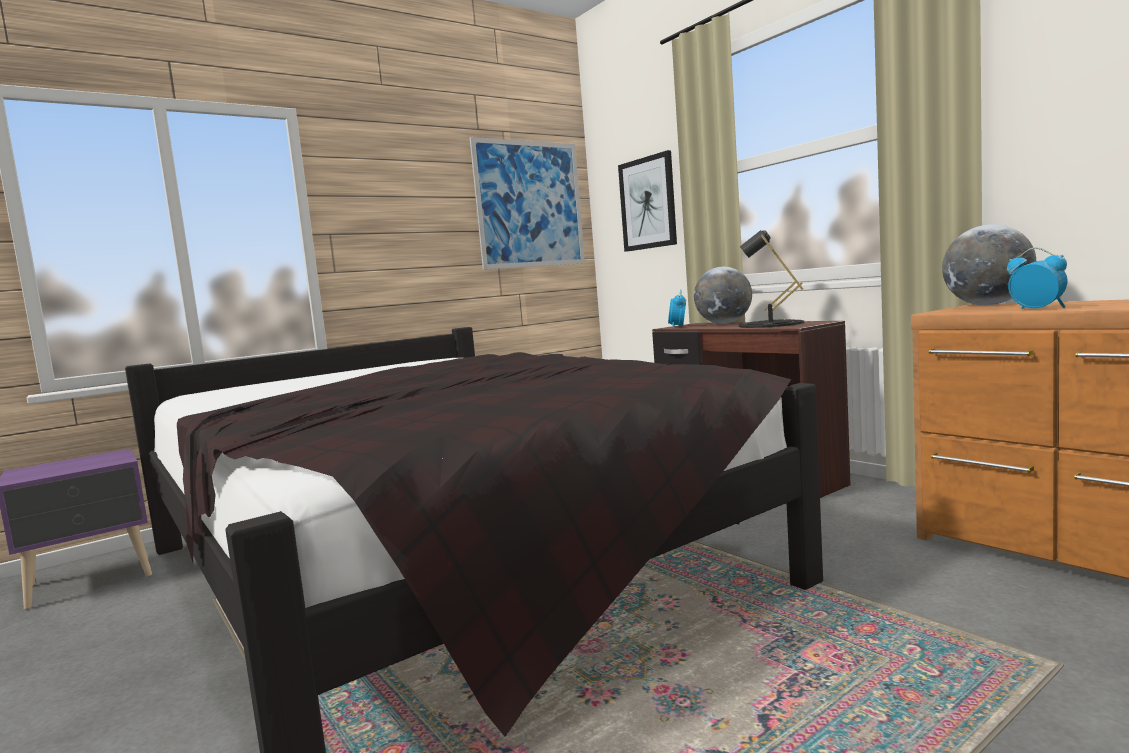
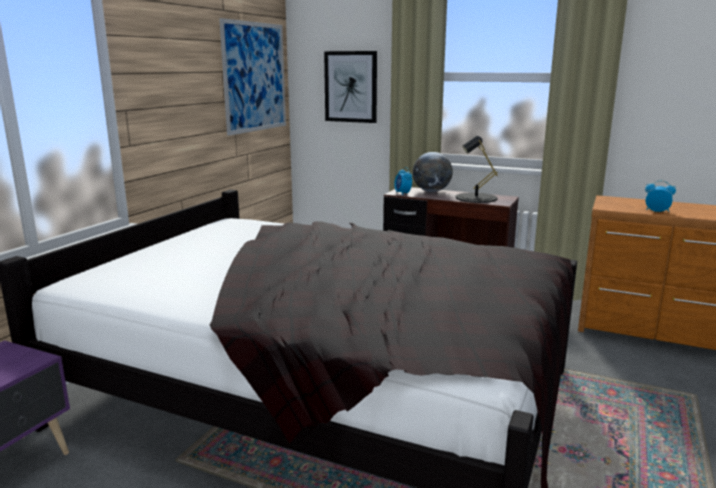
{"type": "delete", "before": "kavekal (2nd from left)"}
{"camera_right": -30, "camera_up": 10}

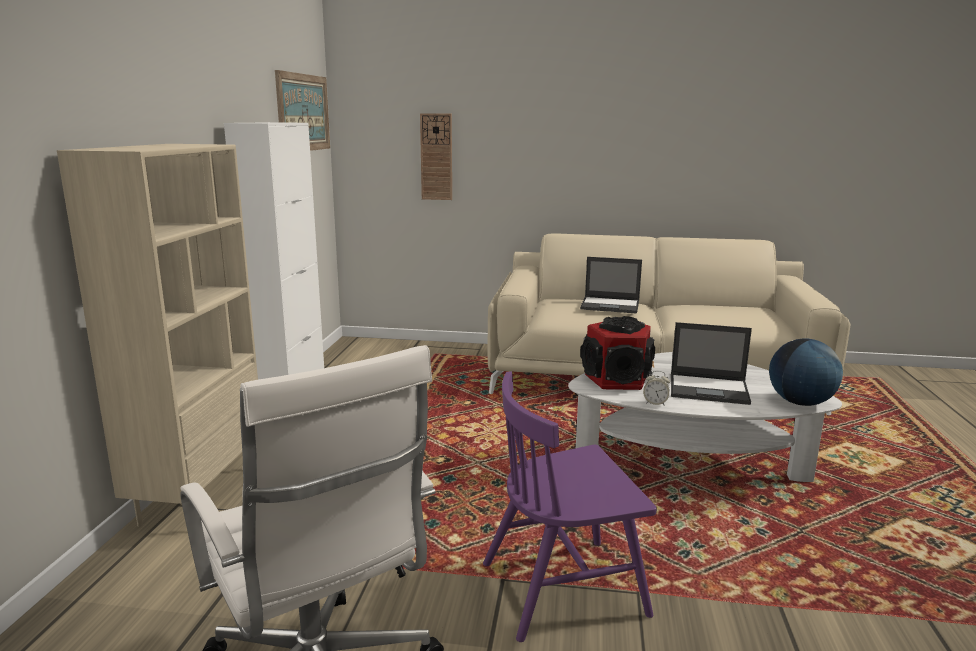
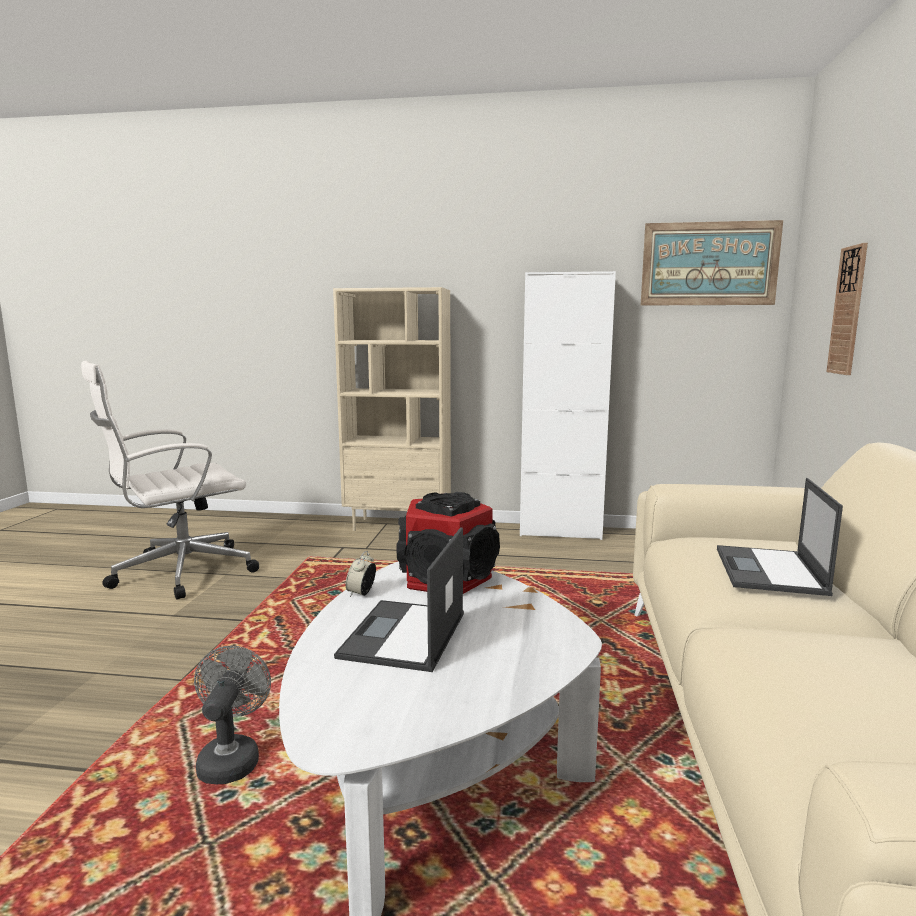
{"type": "insert", "after": "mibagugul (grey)"}
{"type": "delete", "before": "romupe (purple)"}
{"type": "delete", "before": "kavekal"}
{"camera_right": 90, "camera_up": -5}

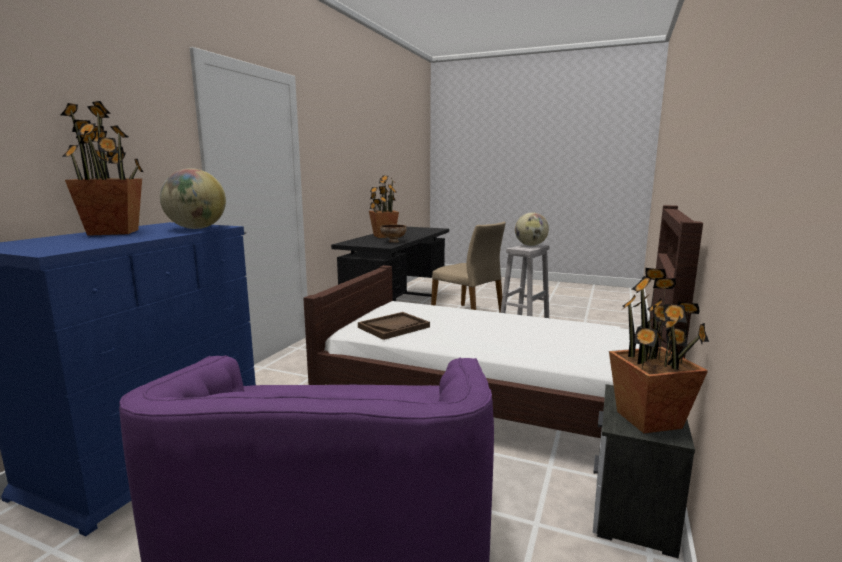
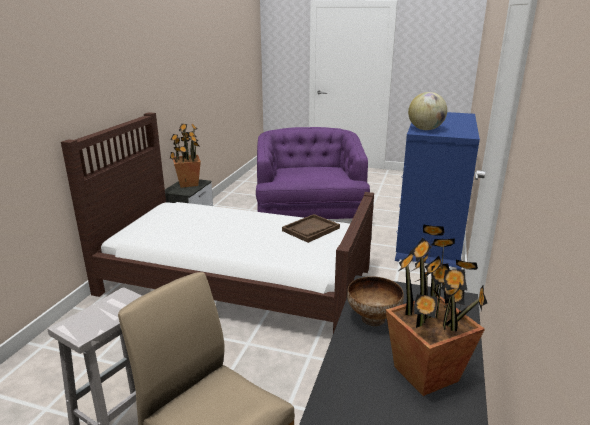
{"type": "delete", "before": "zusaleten (1st from left)"}
{"type": "delete", "before": "kavekal (2nd from left)"}
{"camera_right": 175, "camera_up": 10}

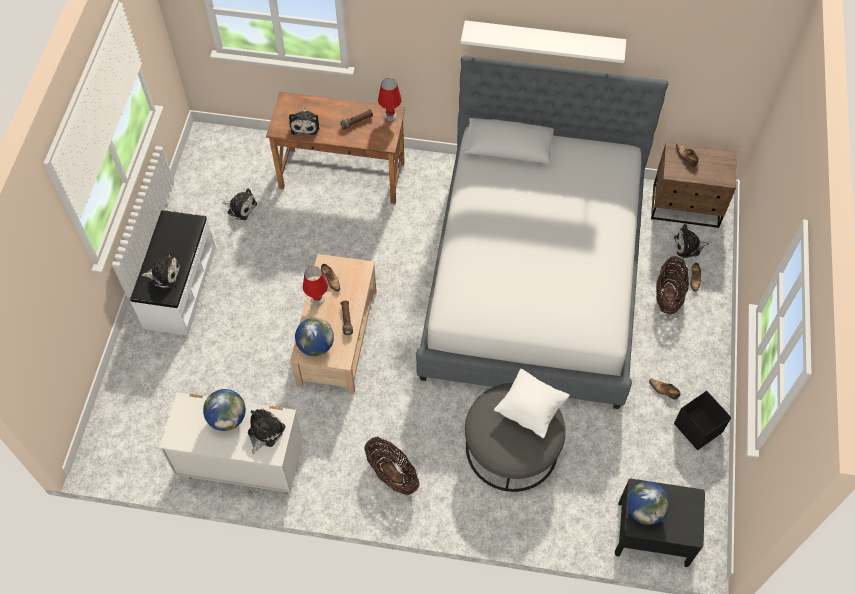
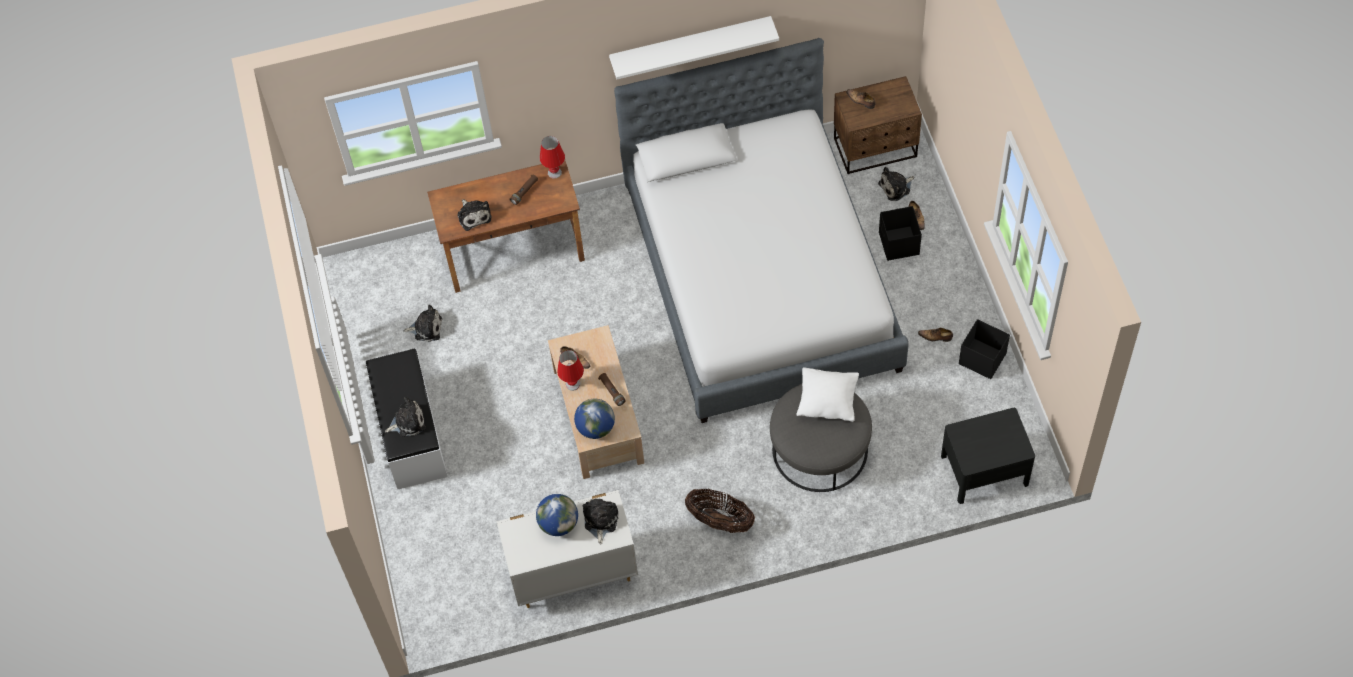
{"type": "replace", "before": "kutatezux (2nd from left)", "after": "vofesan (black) (1st from left)"}
{"type": "delete", "before": "kavekal (3rd from left)"}
{"camera_right": -20, "camera_up": 0}

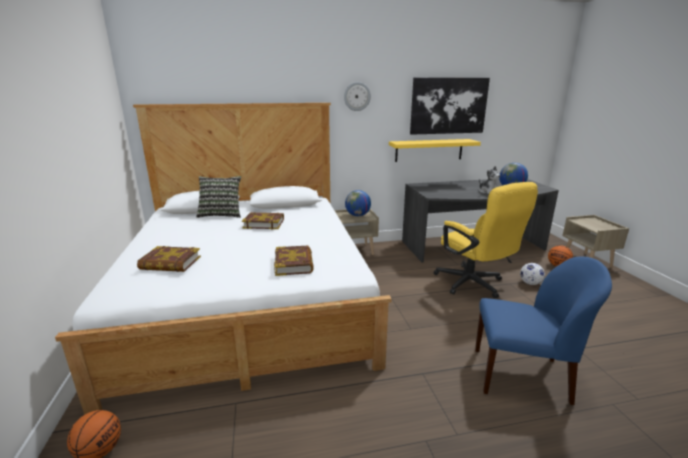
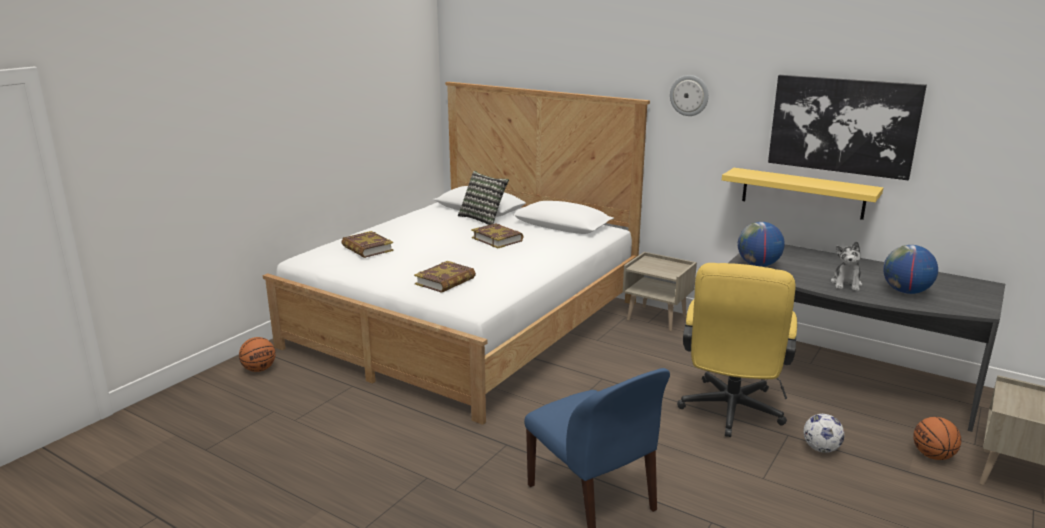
{"type": "move", "before": "kavekal (1st from left)"}
{"camera_right": 45, "camera_up": 0}

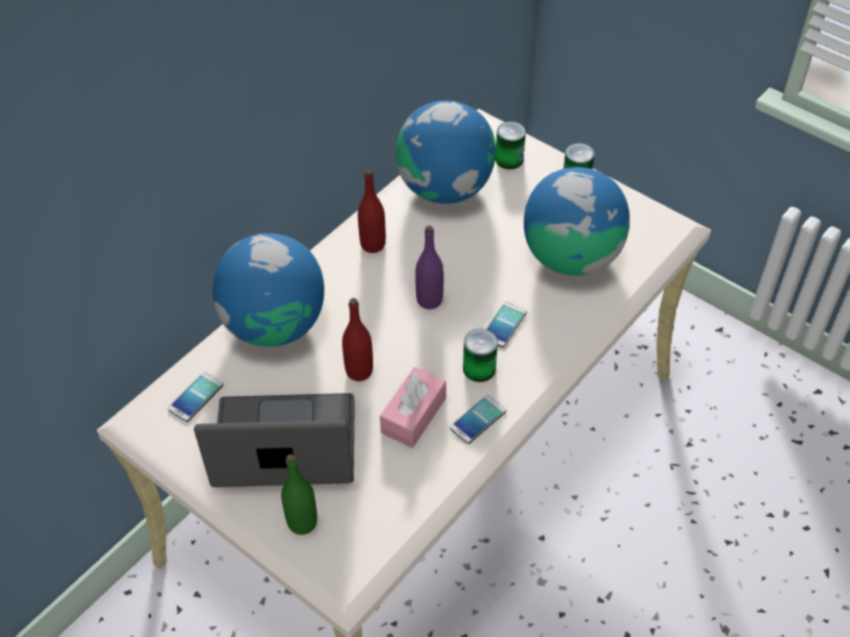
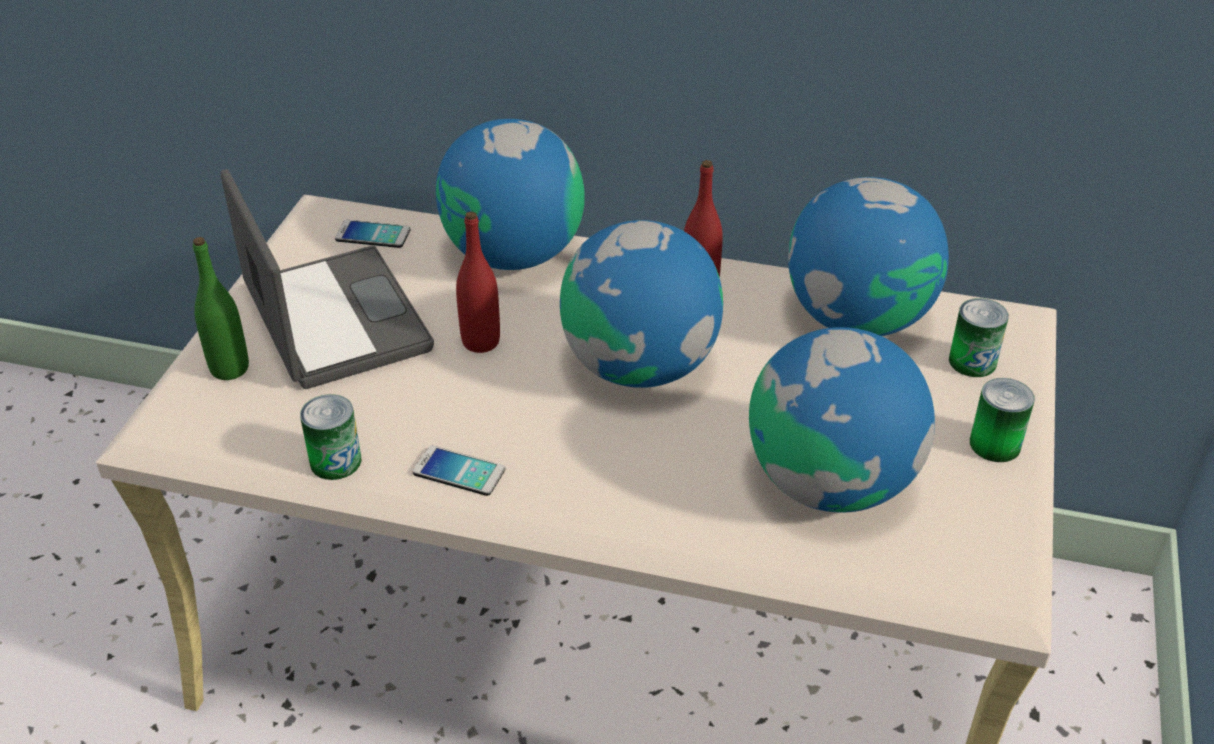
{"type": "move", "before": "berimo (1st from left)"}
{"type": "replace", "before": "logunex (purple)", "after": "kavekal (2nd from left)"}
{"type": "delete", "before": "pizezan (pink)"}
{"type": "delete", "before": "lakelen (3rd from left)"}
{"camera_right": 65, "camera_up": -10}

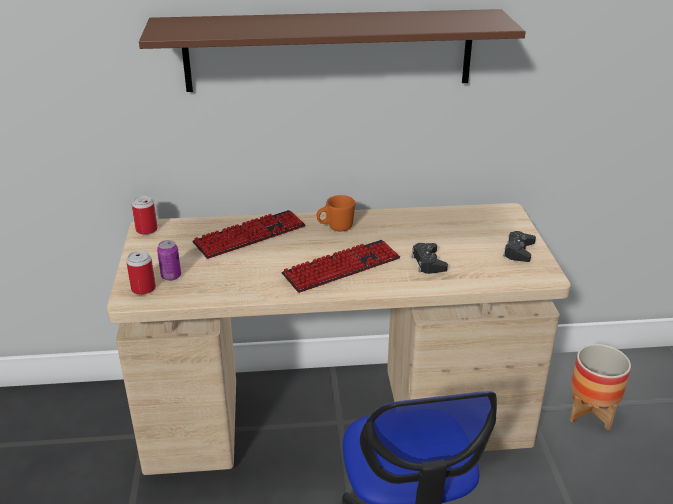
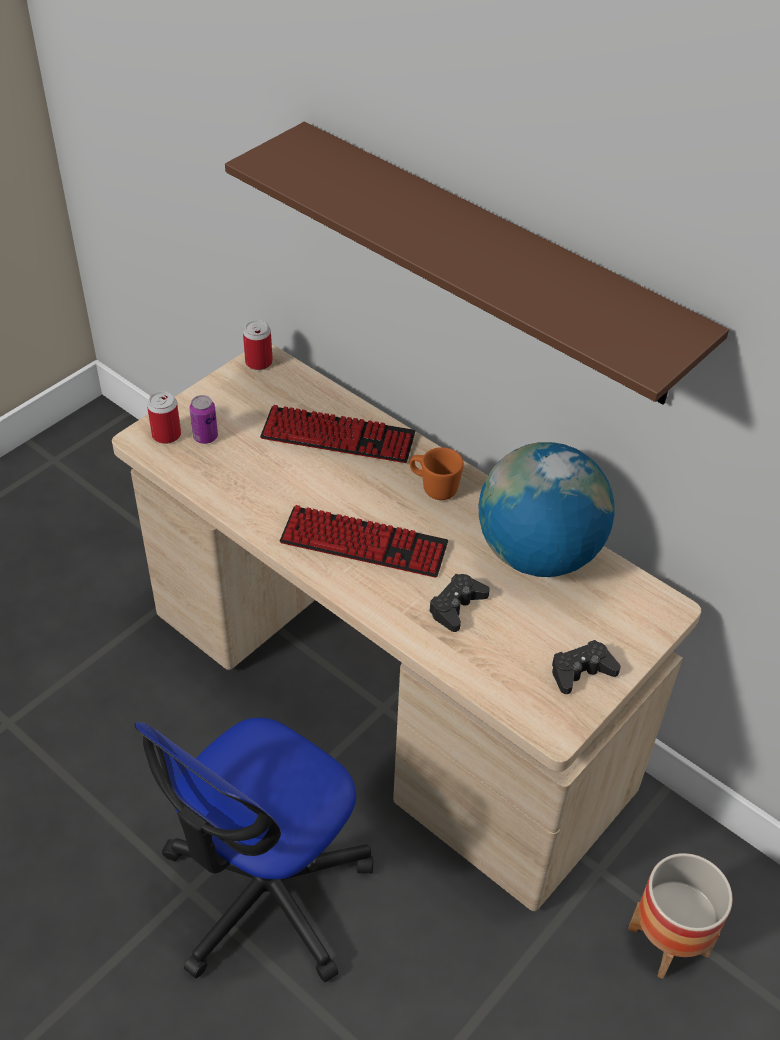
{"type": "insert", "after": "kavekal"}
{"camera_right": 45, "camera_up": 15}

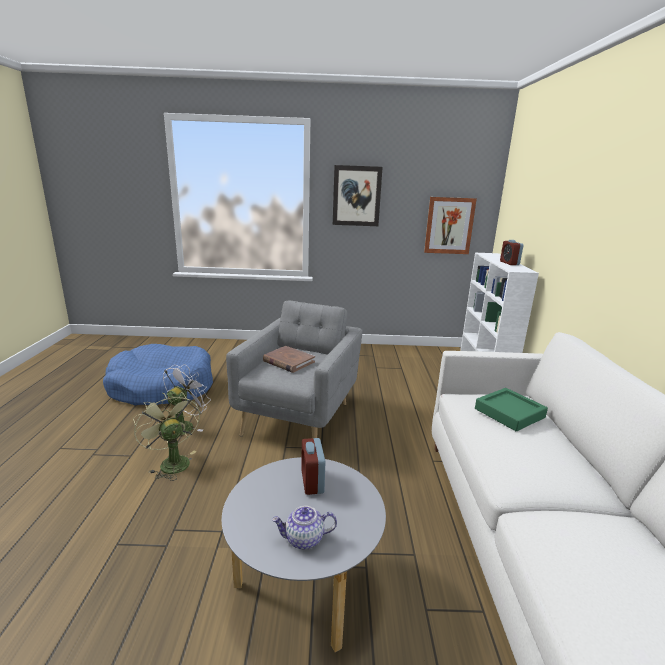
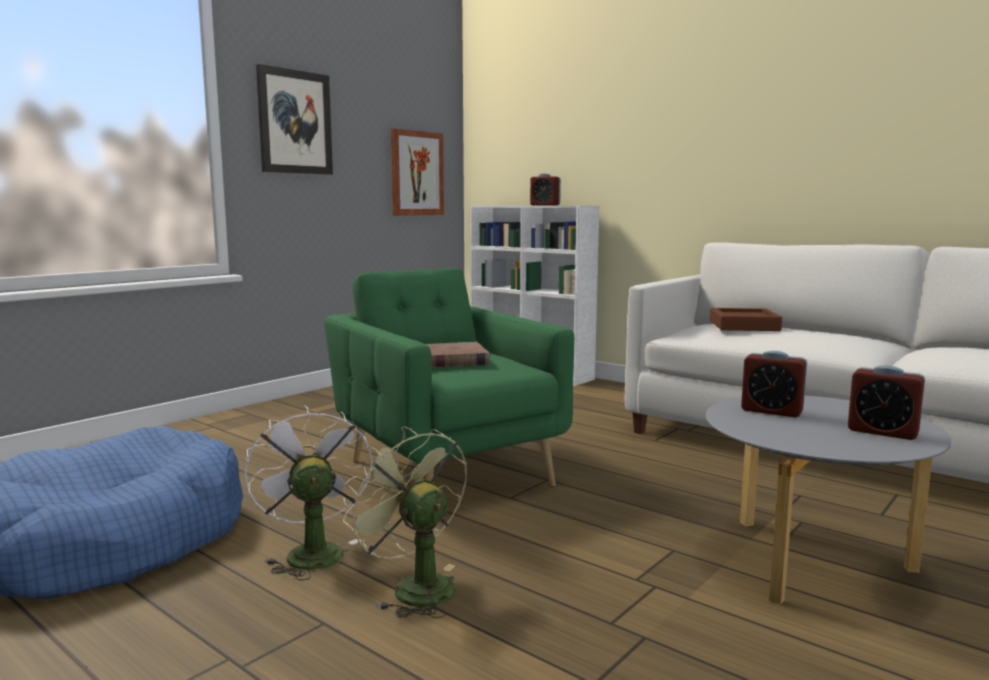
{"type": "recolor", "before": "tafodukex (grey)", "after": "tafodukex (green)"}
{"type": "rotate", "before": "mibagugul (green)", "turn": 45}
{"type": "recolor", "before": "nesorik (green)", "after": "nesorik (brown)"}
{"type": "replace", "before": "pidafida", "after": "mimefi (3rd from left)"}
{"camera_right": -50, "camera_up": -10}

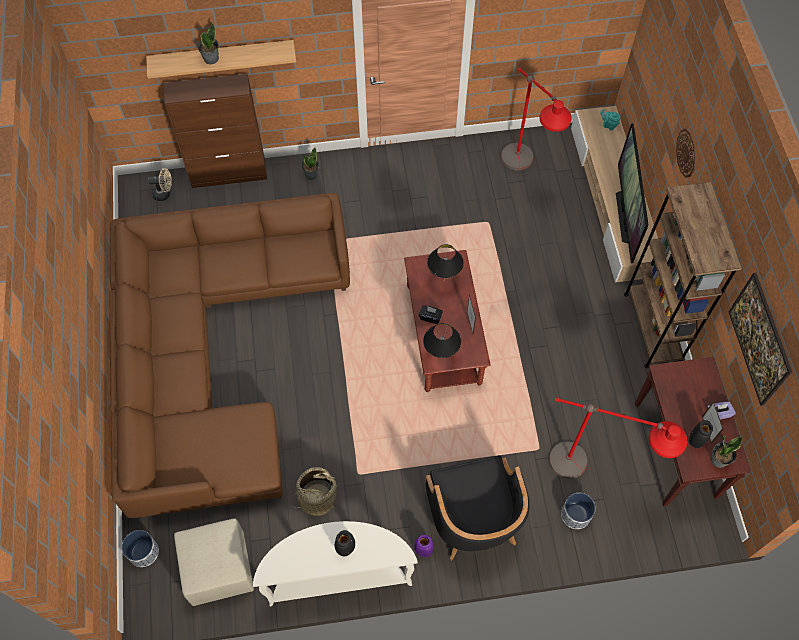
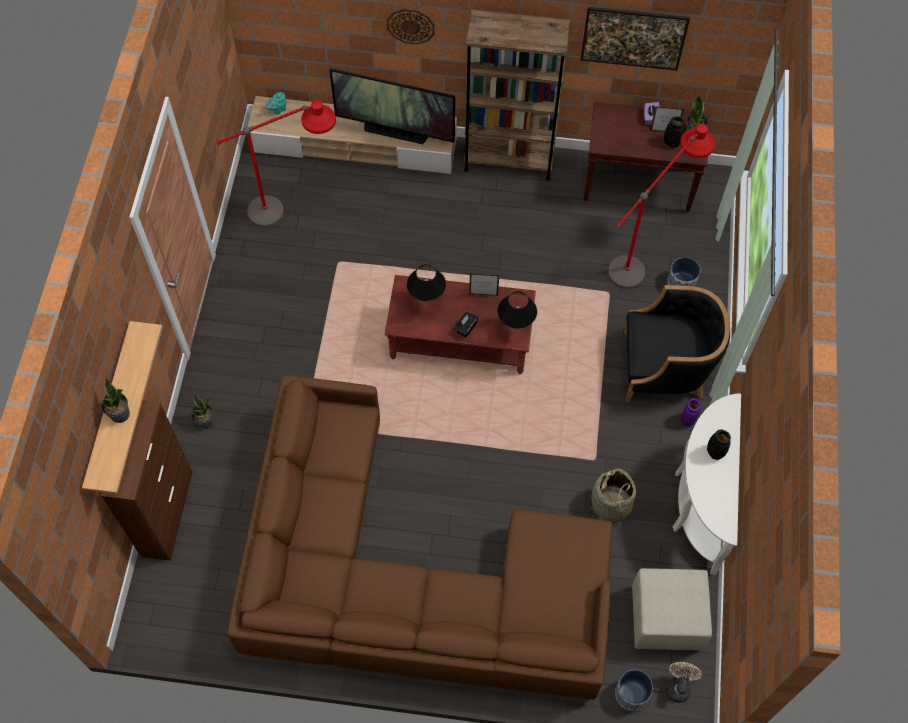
{"type": "move", "before": "mibagugul (beige)"}
{"camera_right": -75, "camera_up": 0}

